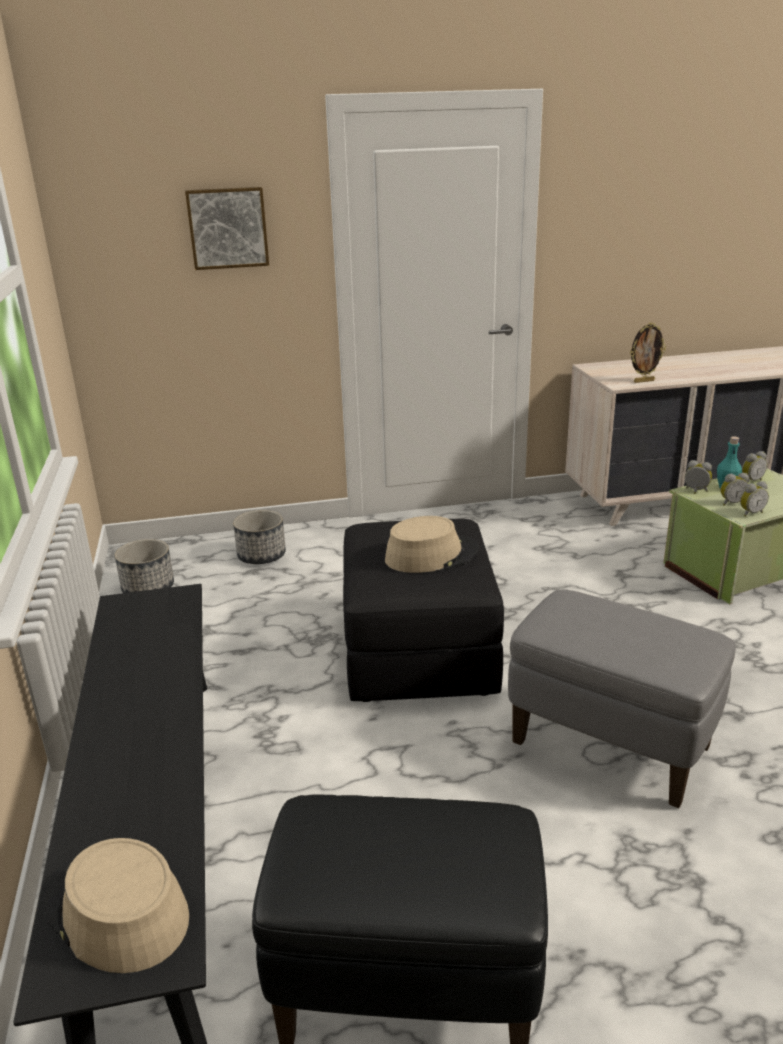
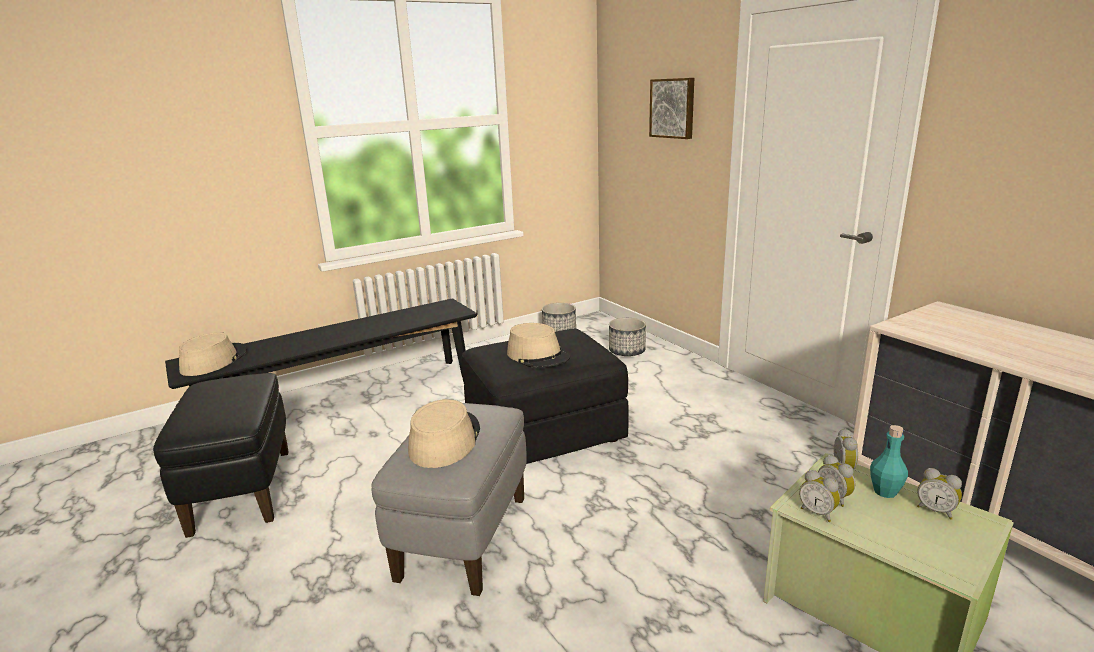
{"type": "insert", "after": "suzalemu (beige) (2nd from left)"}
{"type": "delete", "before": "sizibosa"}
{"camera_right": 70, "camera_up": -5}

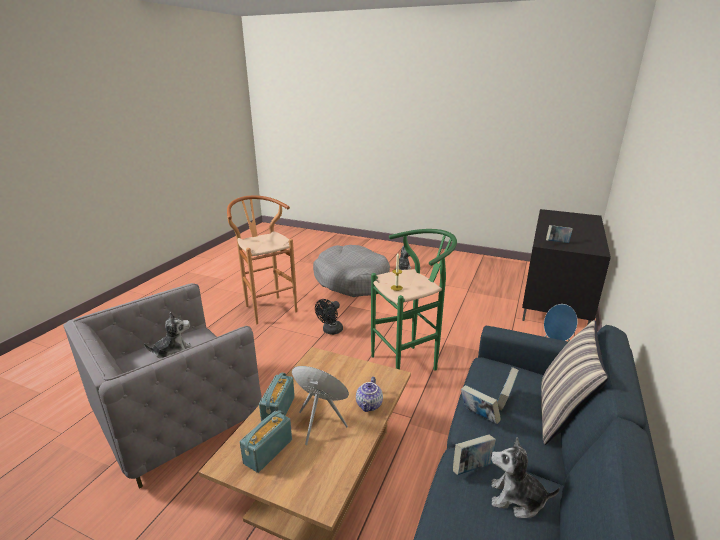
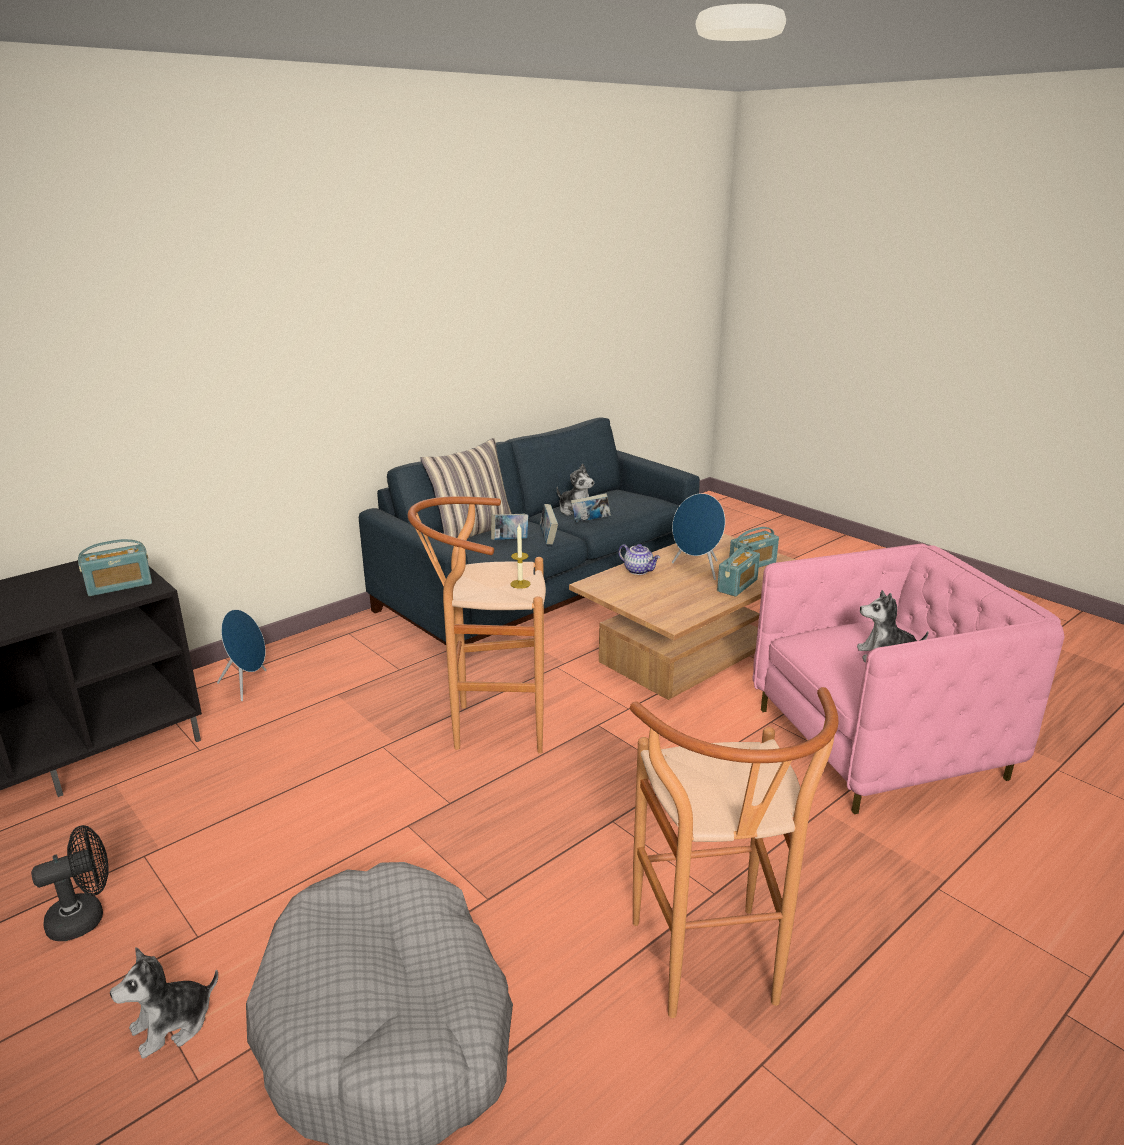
{"type": "move", "before": "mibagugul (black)"}
{"type": "replace", "before": "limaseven (4th from left)", "after": "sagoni (1st from left)"}
{"type": "recolor", "before": "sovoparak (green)", "after": "sovoparak (brown) (1st from left)"}
{"type": "rotate", "before": "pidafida", "turn": 90}
{"type": "recolor", "before": "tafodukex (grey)", "after": "tafodukex (pink)"}
{"camera_right": -155, "camera_up": 0}

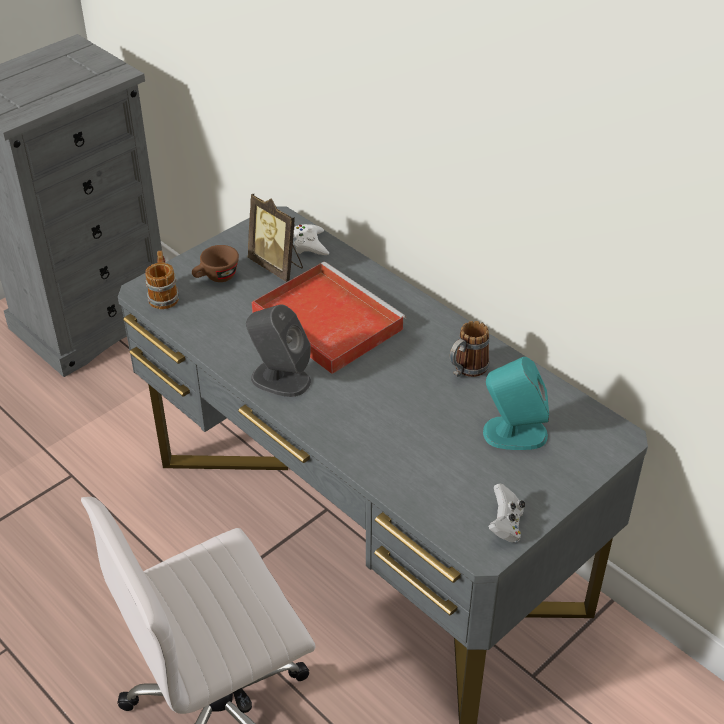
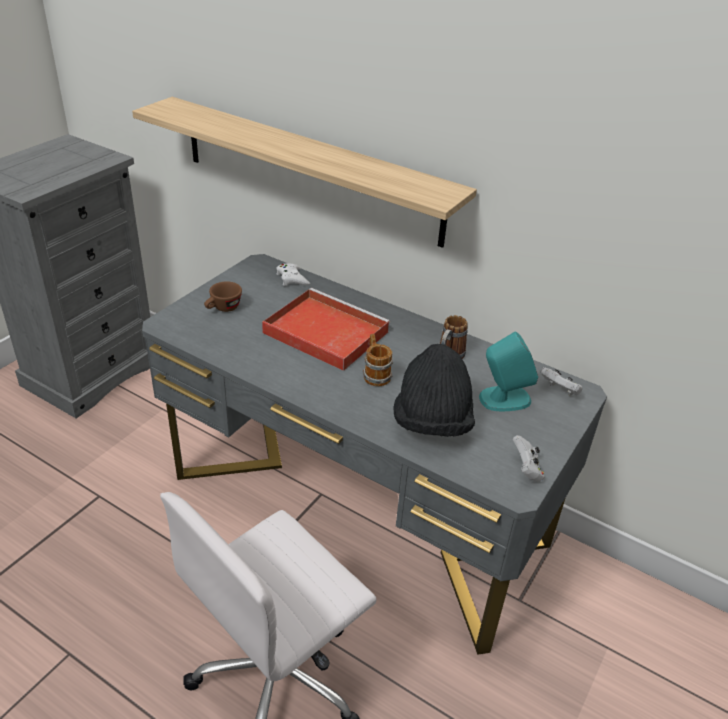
{"type": "insert", "after": "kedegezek"}
{"type": "move", "before": "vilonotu (1st from left)"}
{"type": "insert", "after": "suzalemu (black)"}
{"type": "insert", "after": "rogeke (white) (3rd from left)"}
{"type": "delete", "before": "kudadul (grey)"}
{"type": "delete", "before": "sizibosa"}
{"camera_right": -15, "camera_up": -5}

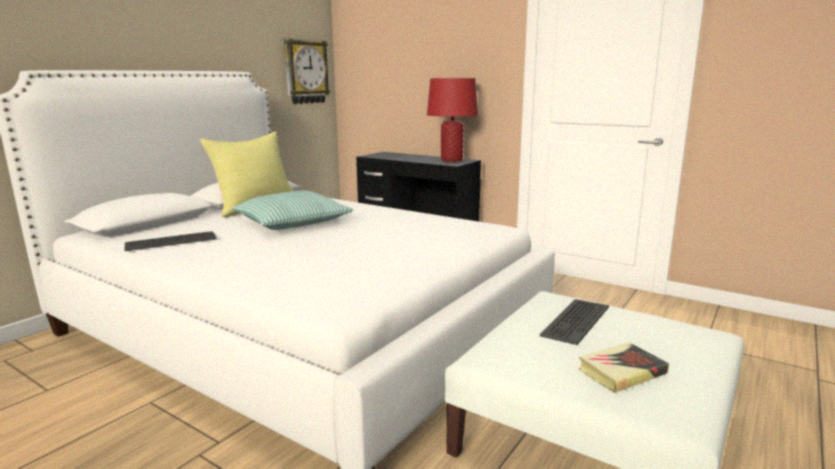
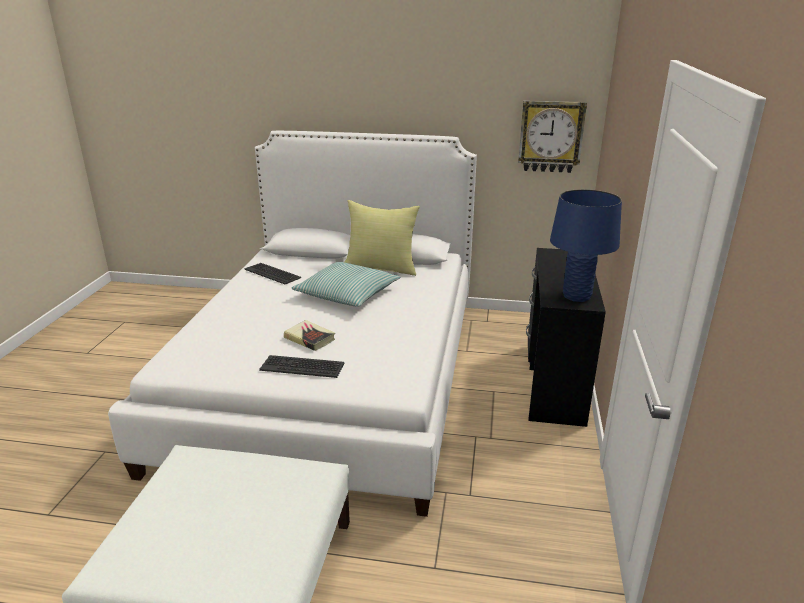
{"type": "move", "before": "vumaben (2nd from left)"}
{"type": "move", "before": "limaseven"}
{"type": "recolor", "before": "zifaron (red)", "after": "zifaron (blue)"}
{"camera_right": 65, "camera_up": 10}

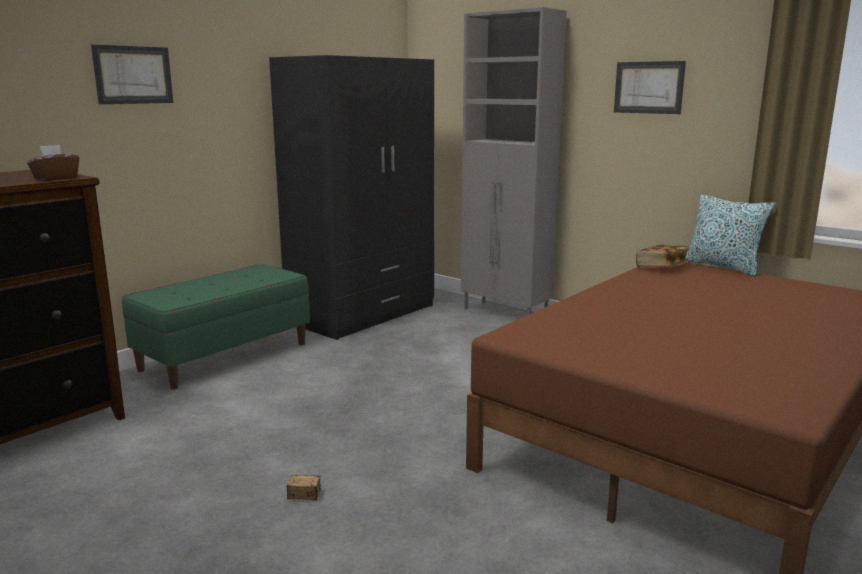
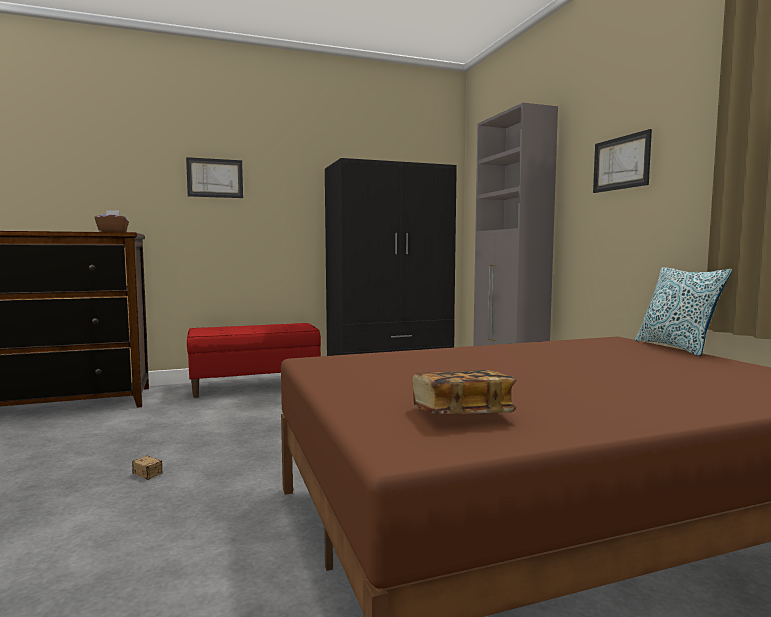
{"type": "recolor", "before": "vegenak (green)", "after": "vegenak (red)"}
{"type": "move", "before": "limaseven"}
{"camera_right": 30, "camera_up": -10}

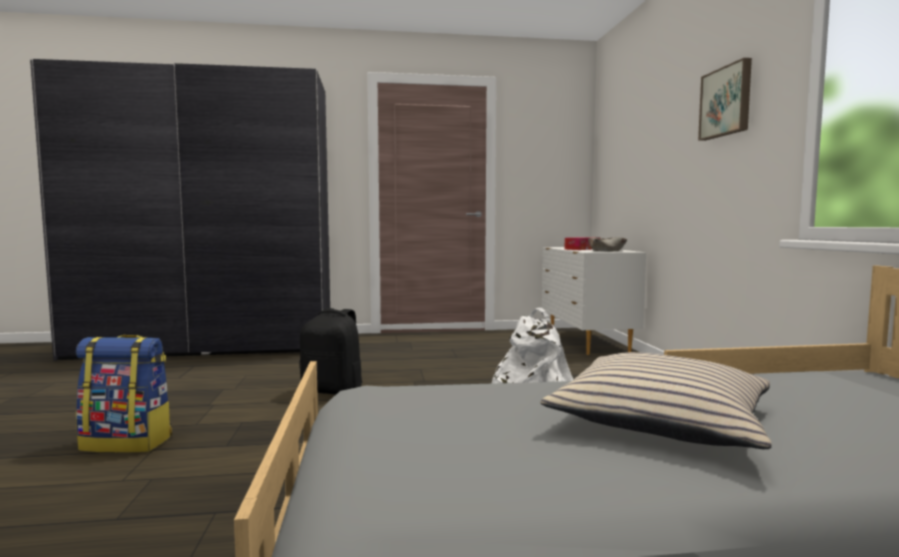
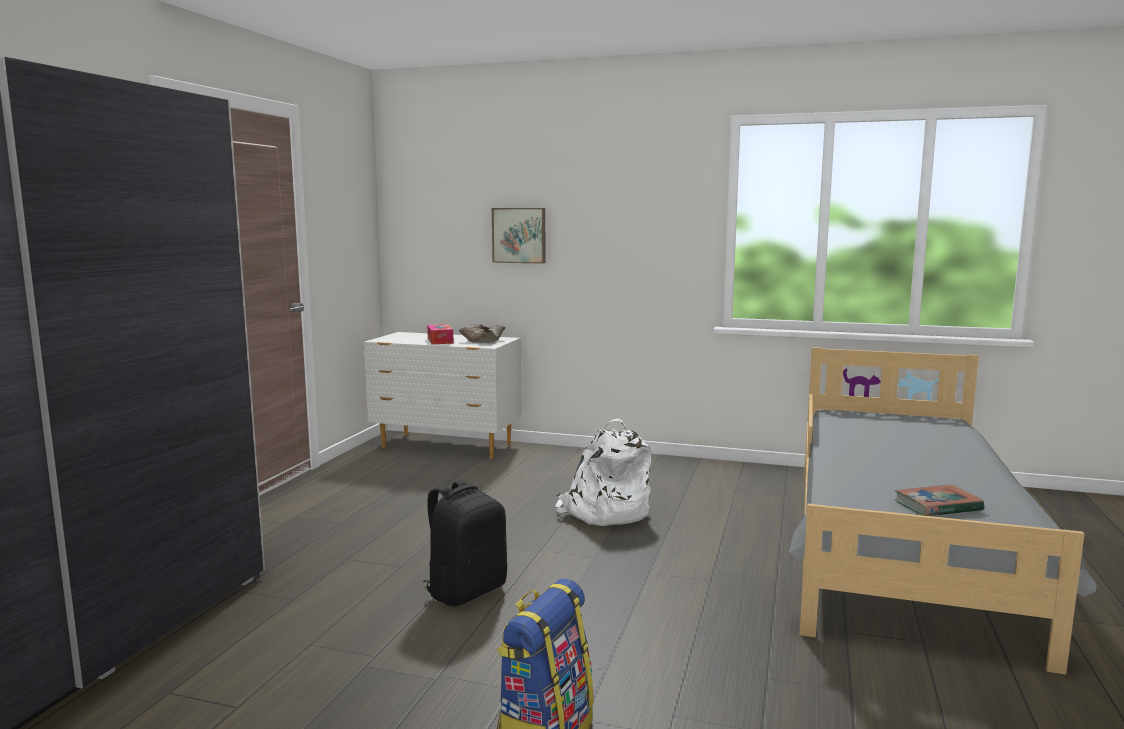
{"type": "move", "before": "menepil"}
{"type": "insert", "after": "limaseven"}
{"type": "delete", "before": "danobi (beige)"}
{"camera_right": -65, "camera_up": 5}

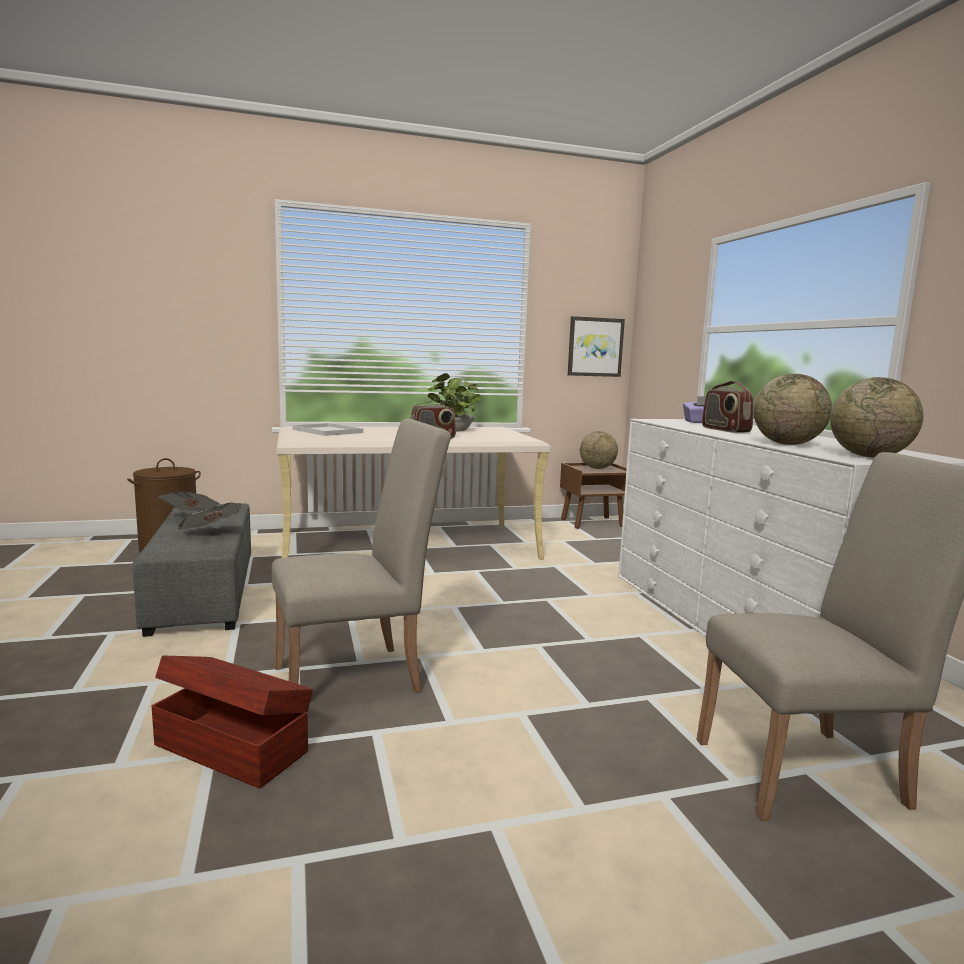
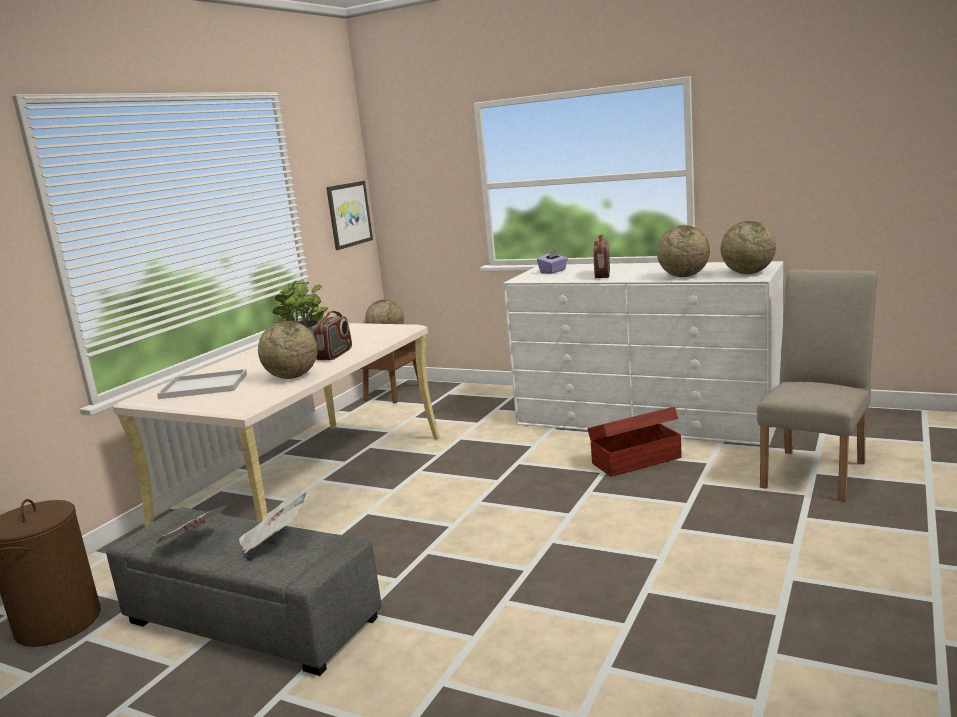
{"type": "insert", "after": "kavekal (1st from left)"}
{"type": "move", "before": "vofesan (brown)"}
{"type": "rotate", "before": "sagoni (2nd from left)", "turn": -105}
{"type": "delete", "before": "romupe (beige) (1st from left)"}
{"camera_right": -45, "camera_up": 5}

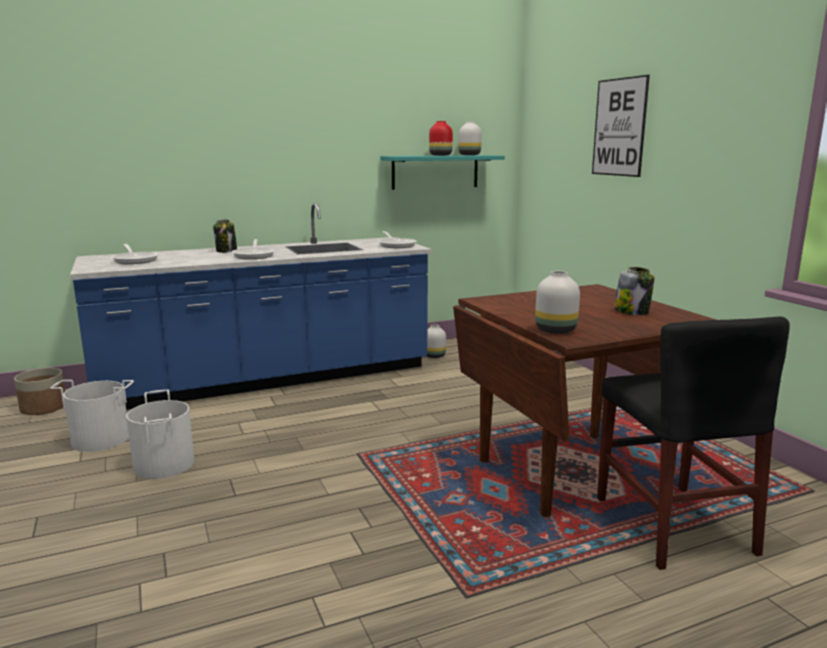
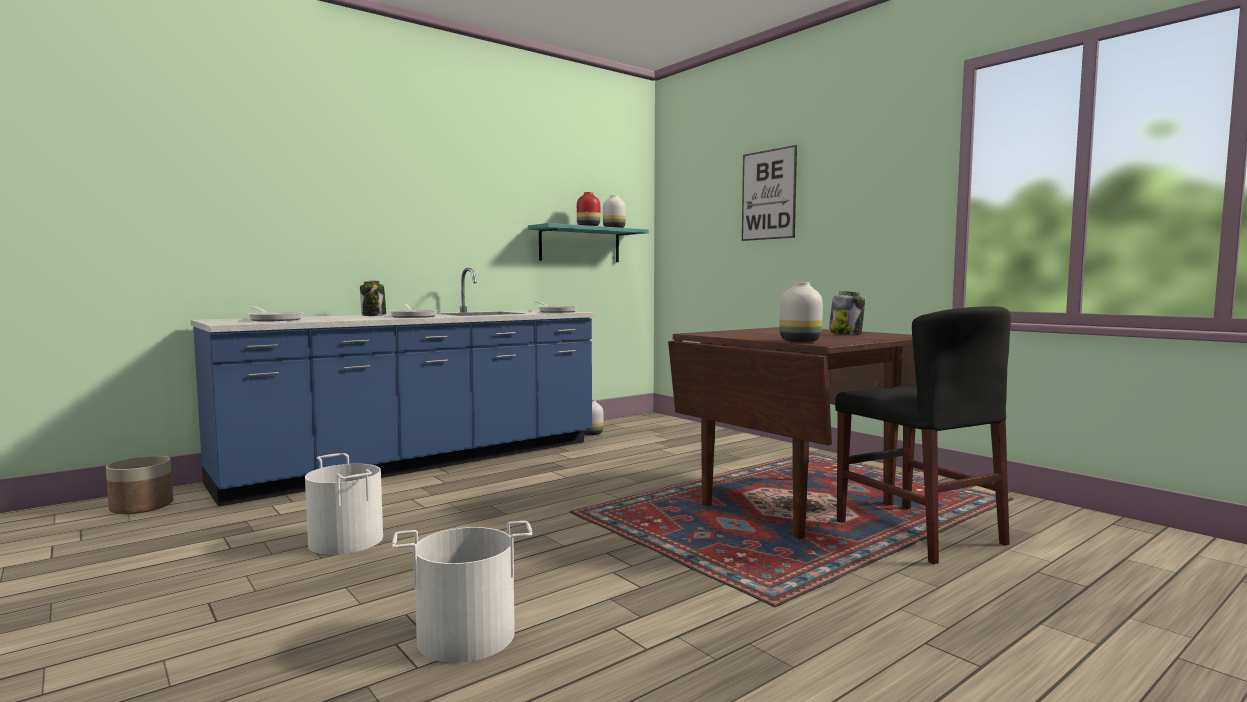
{"type": "move", "before": "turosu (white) (1st from left in the first image)", "after": "turosu (white) (2nd from left)"}
{"camera_right": -15, "camera_up": -10}

